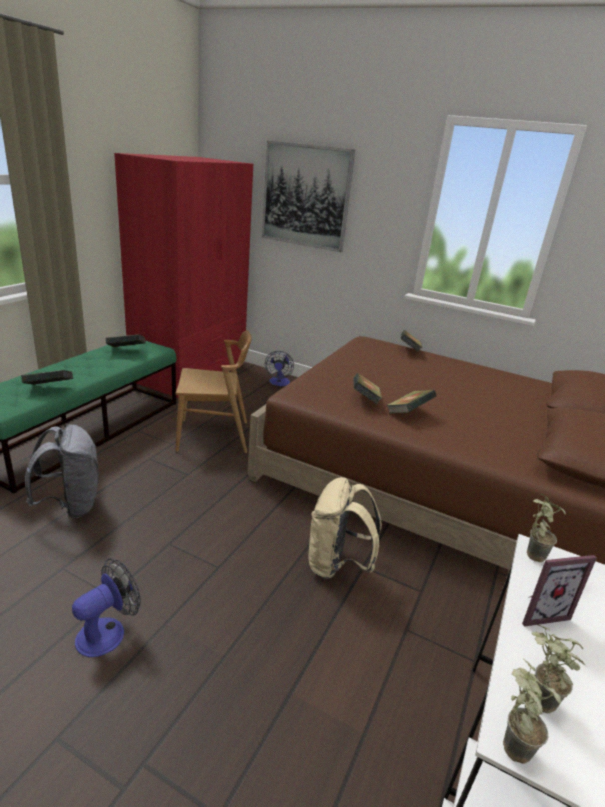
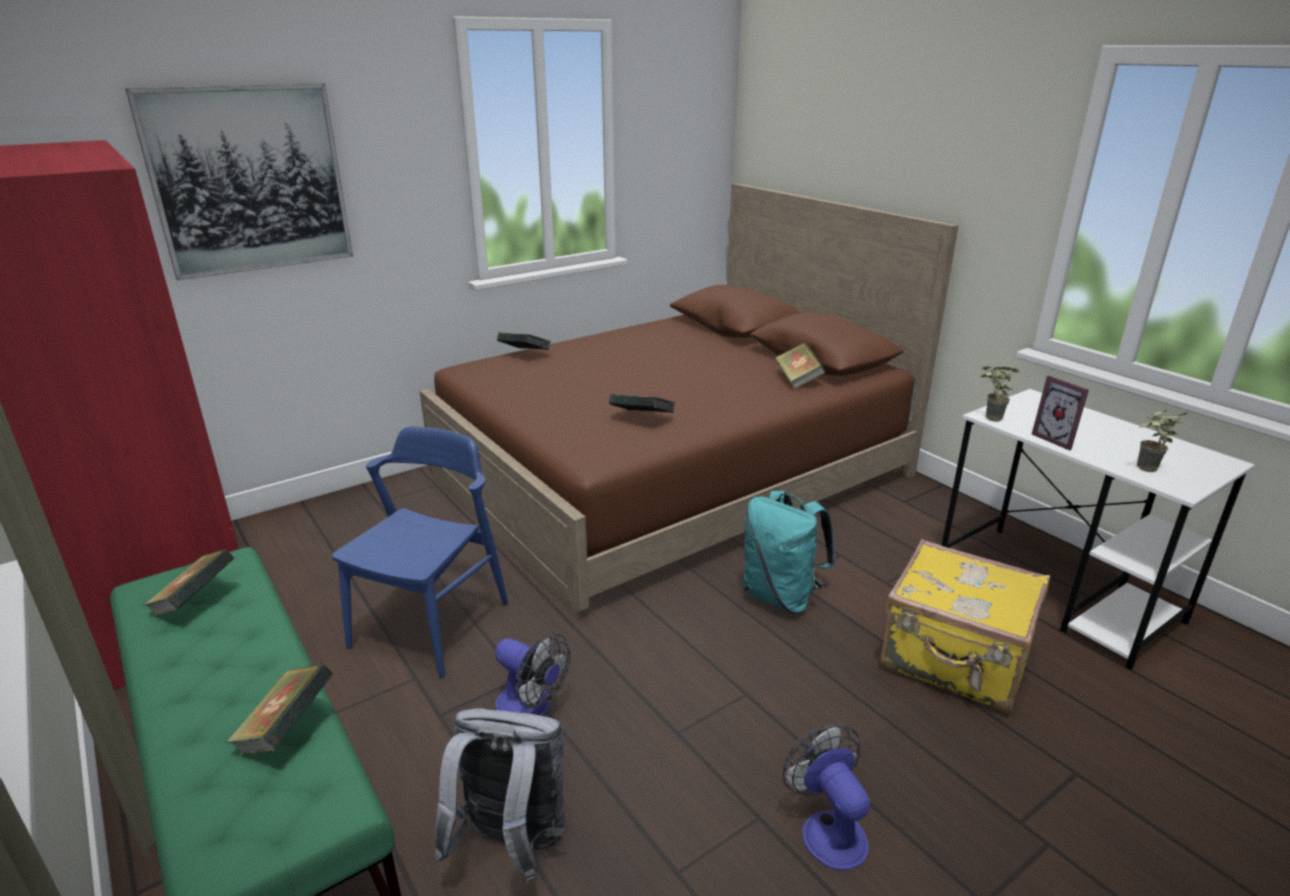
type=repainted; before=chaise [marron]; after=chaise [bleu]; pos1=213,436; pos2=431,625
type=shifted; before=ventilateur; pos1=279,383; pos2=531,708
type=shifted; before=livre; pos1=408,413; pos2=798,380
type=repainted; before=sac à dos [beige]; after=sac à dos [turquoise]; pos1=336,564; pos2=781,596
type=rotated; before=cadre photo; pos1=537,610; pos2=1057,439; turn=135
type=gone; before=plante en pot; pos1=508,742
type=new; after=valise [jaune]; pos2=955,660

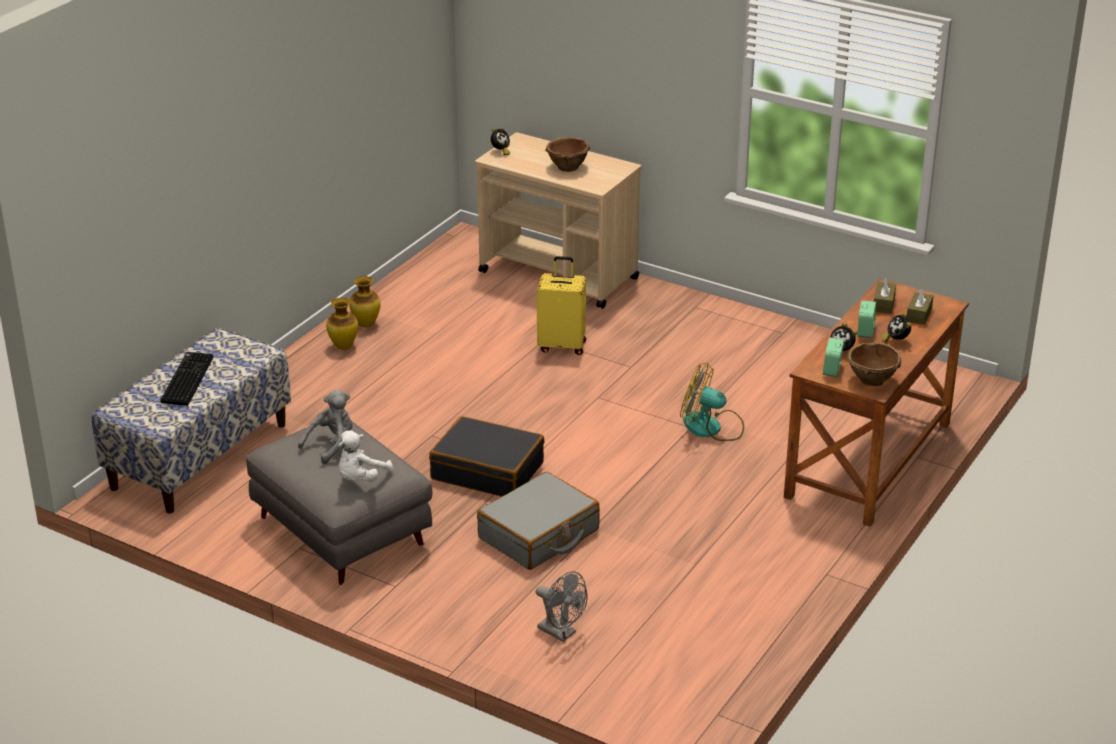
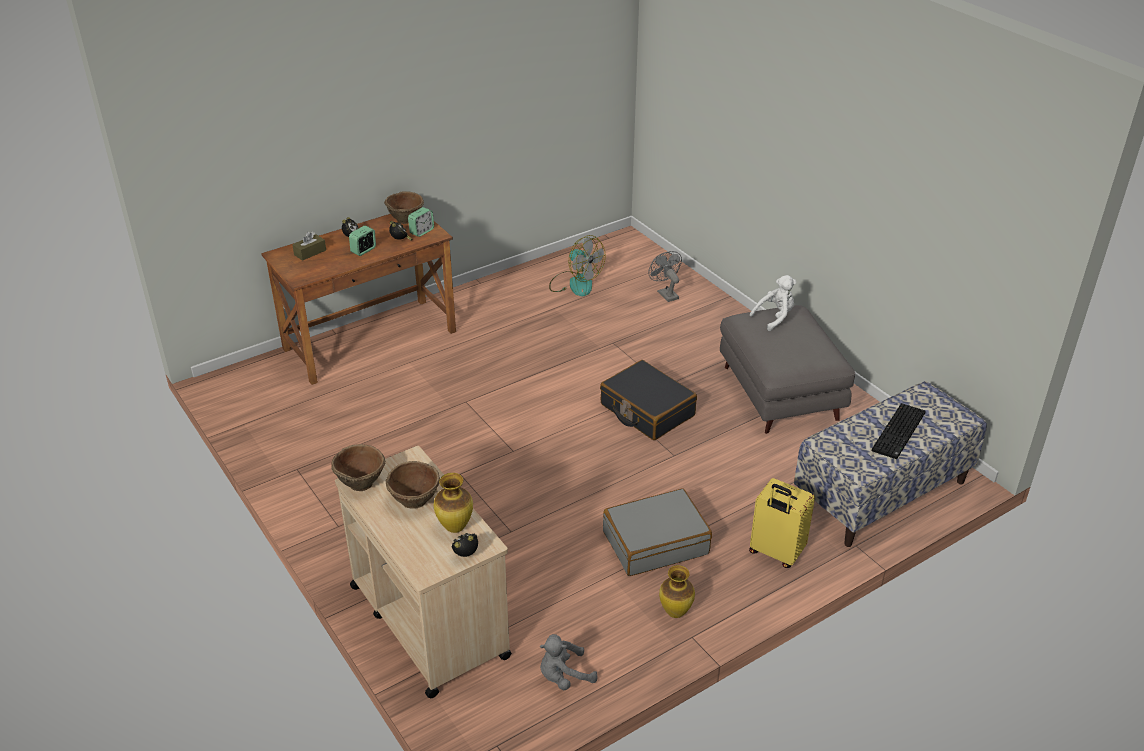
type=shifted; before=valise [jaune]; pos1=562,345; pos2=775,553
type=gone; before=boîte à mouchoirs [marron]; pos1=883,304
type=shifted; before=vase; pos1=343,347; pos2=455,528
type=shifted; before=ventilateur; pos1=711,427; pos2=575,283
type=shifted; before=peluche [gris]; pos1=331,445; pos2=564,676
type=shifted; before=valise [gris]; pos1=539,535; pos2=655,542
type=new; after=bol [marron]; pos2=361,482

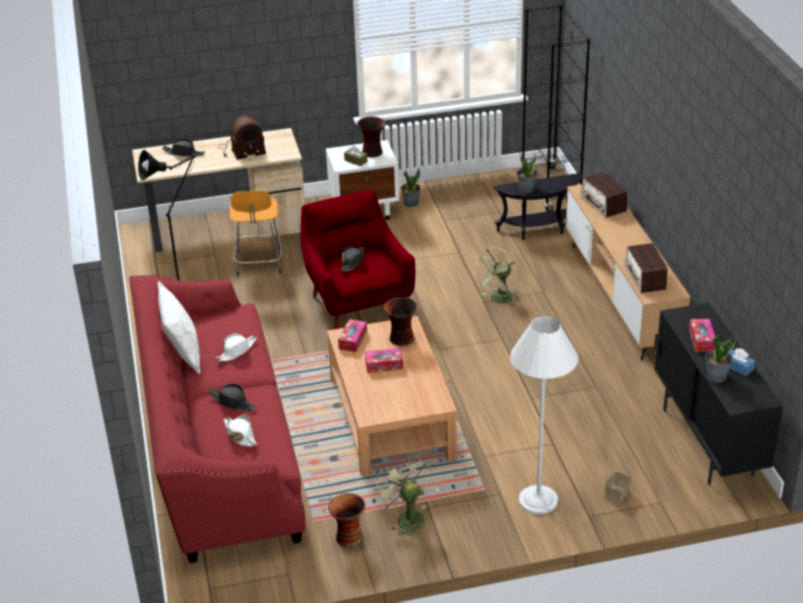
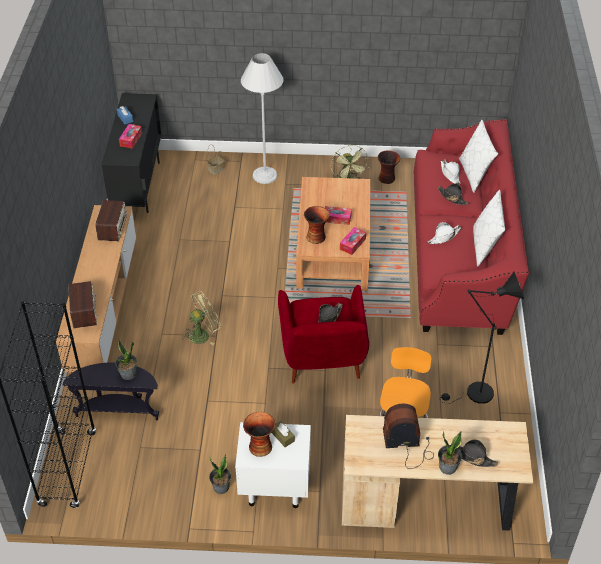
type=shifted; before=plante en pot; pos1=716,376; pos2=448,467
type=new; after=coussin [blanc]; pos2=474,174

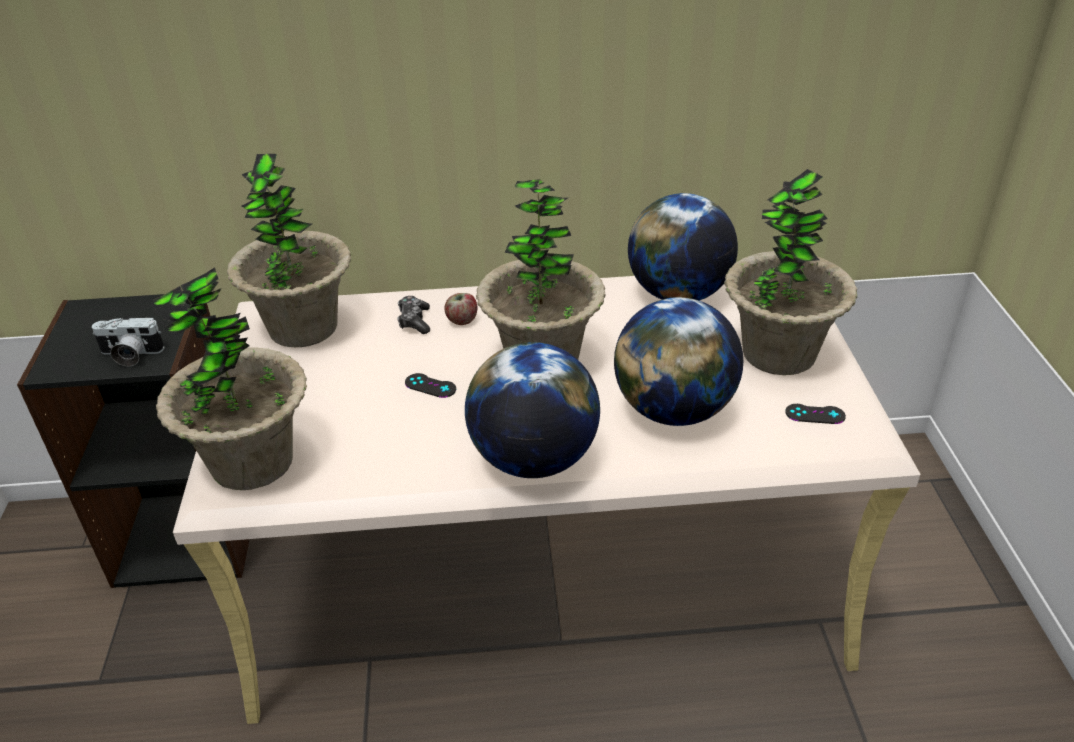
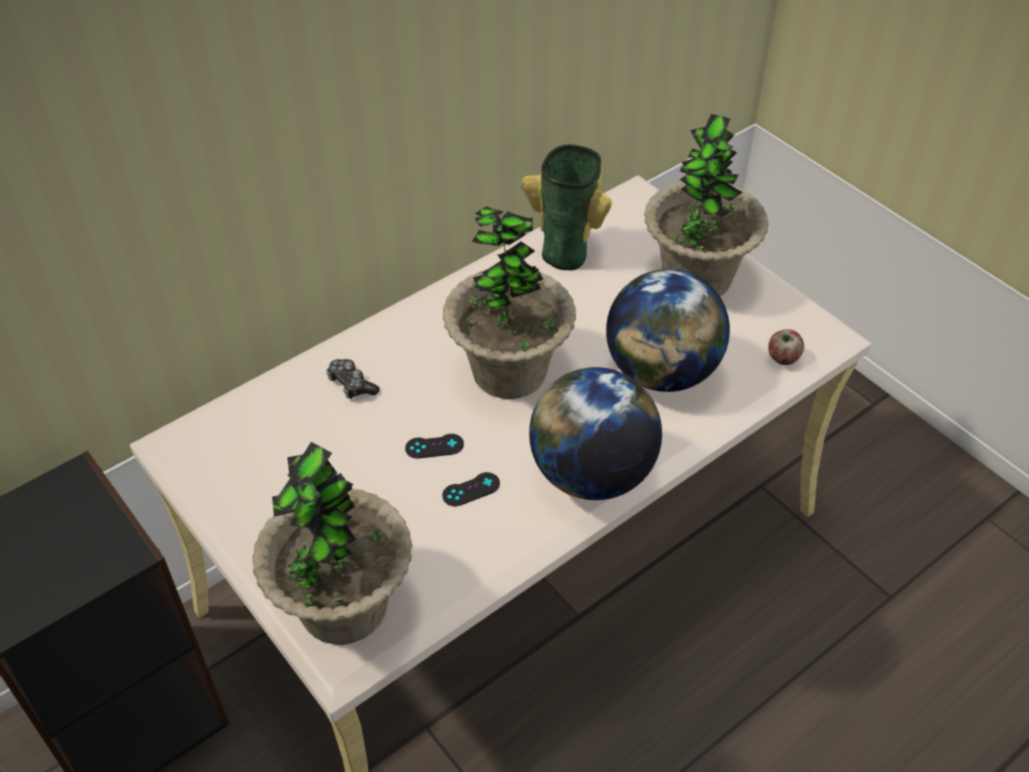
type=gone; before=plante en pot; pos1=303,327
type=swapped; before=globe; after=vase; pos1=678,294; pos2=567,251
type=shifted; before=pomme; pos1=462,320; pos2=782,358
type=gone; before=appareil photo; pos1=130,355
type=shifted; before=manette [noir]; pos1=815,414; pos2=471,489

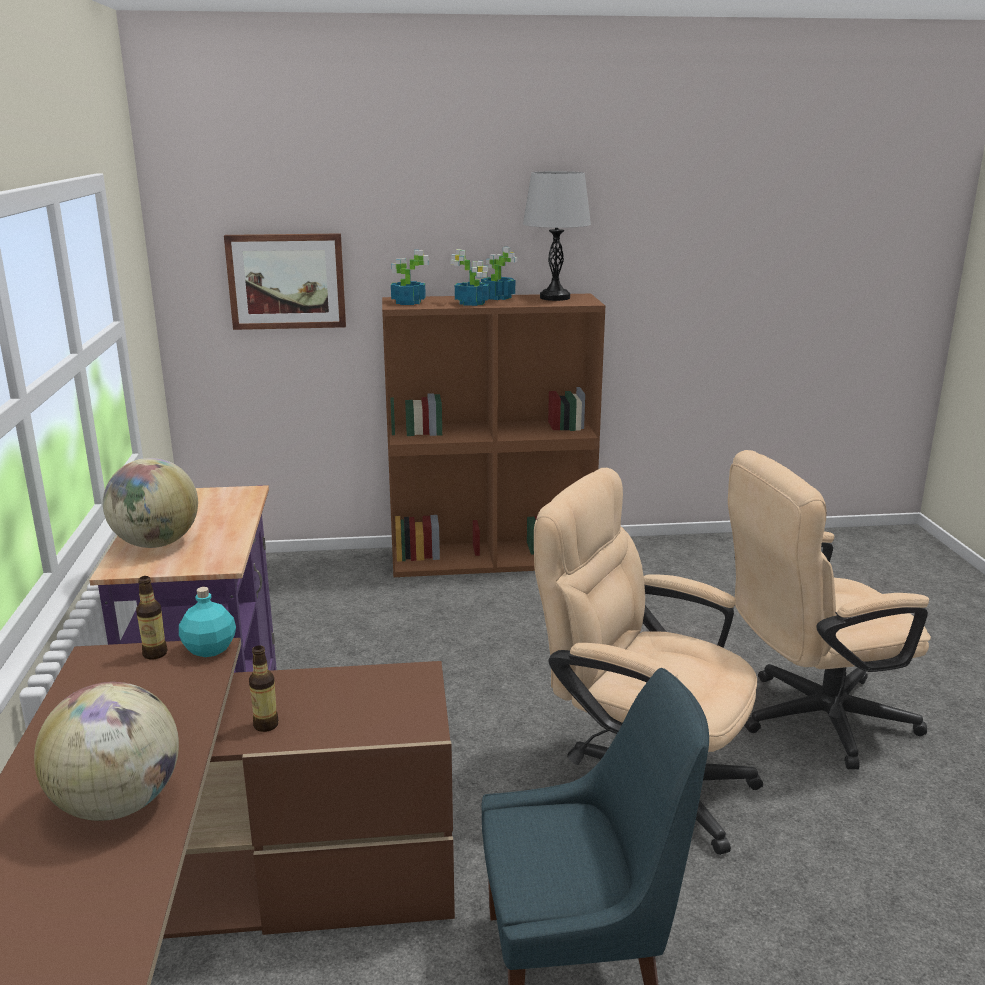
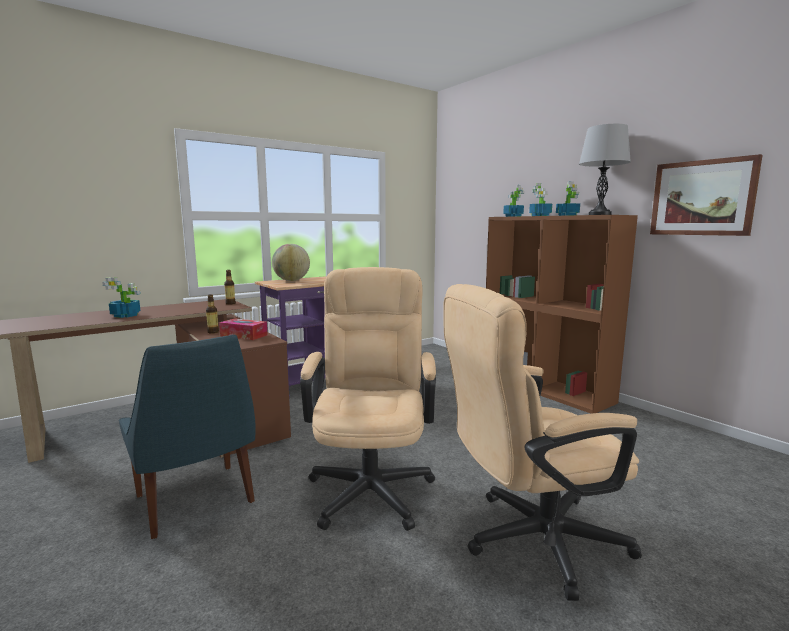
type=shifted; before=tableau; pos1=286,281; pos2=702,198
type=rotated; before=chaise de bureau [beige]; pos1=810,719; pos2=530,540; turn=-60
type=gone; before=bouteille [turquoise]; pos1=210,649
type=swapped; before=globe; after=plante en pot; pos1=118,804; pos2=126,315
type=new; after=boîte à mouchoirs; pos2=244,335

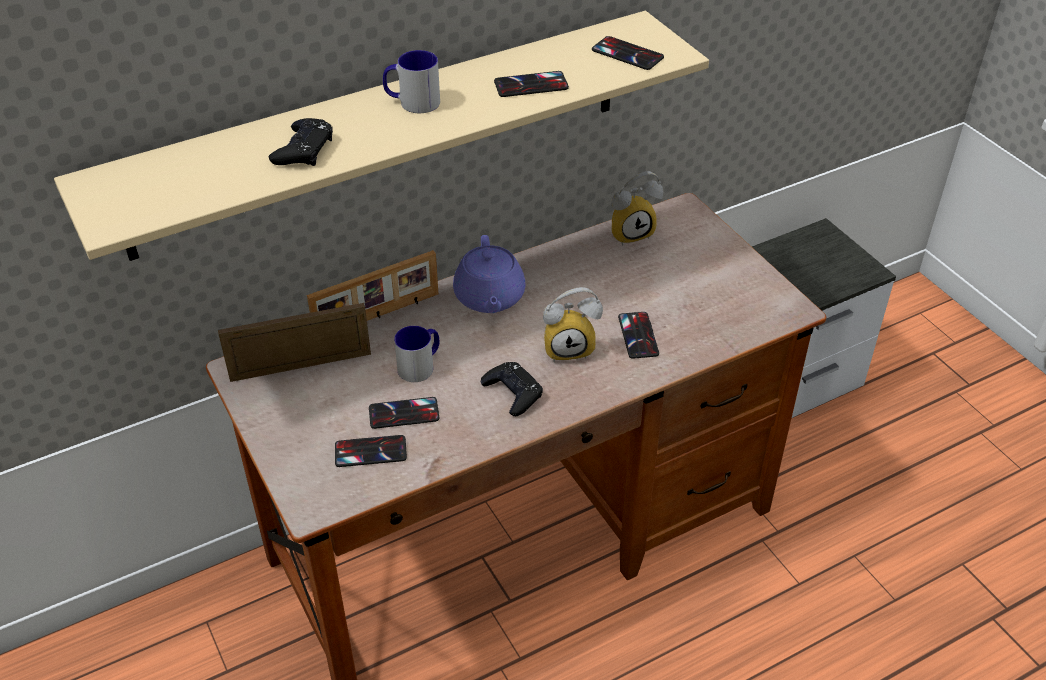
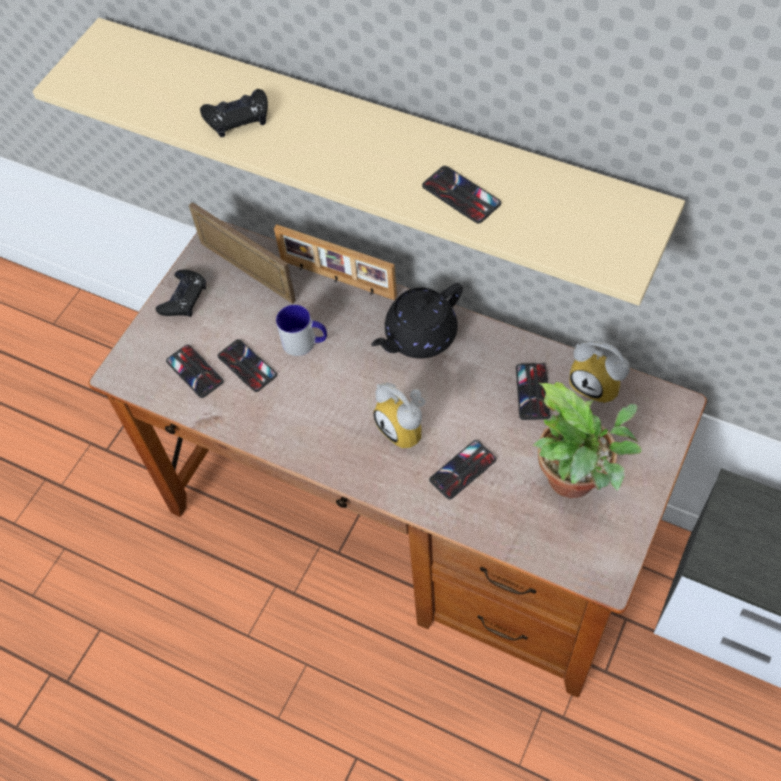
type=shifted; before=téléphone; pos1=627,54; pos2=532,392
type=gone; before=mug; pos1=412,102
type=repainted; before=théière [violet]; after=théière [noir]; pos1=489,298; pos2=419,336
type=shifted; before=manette [noir]; pos1=512,393; pos2=183,298
type=new; after=plante en pot; pos2=577,481

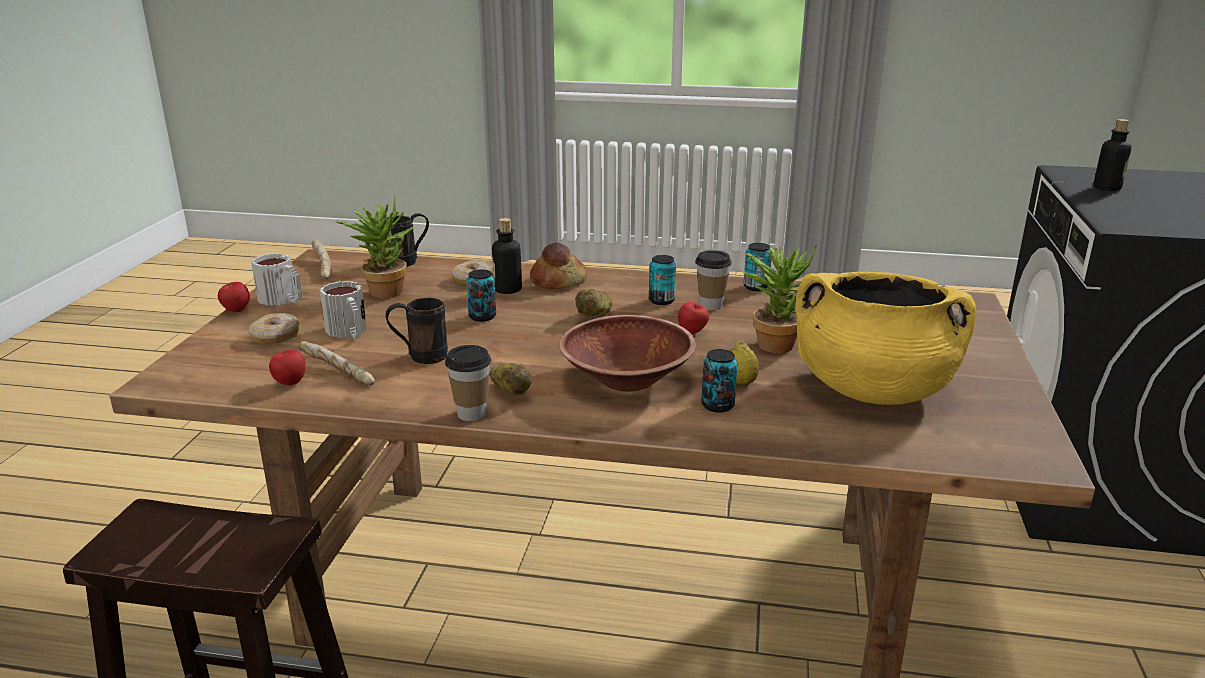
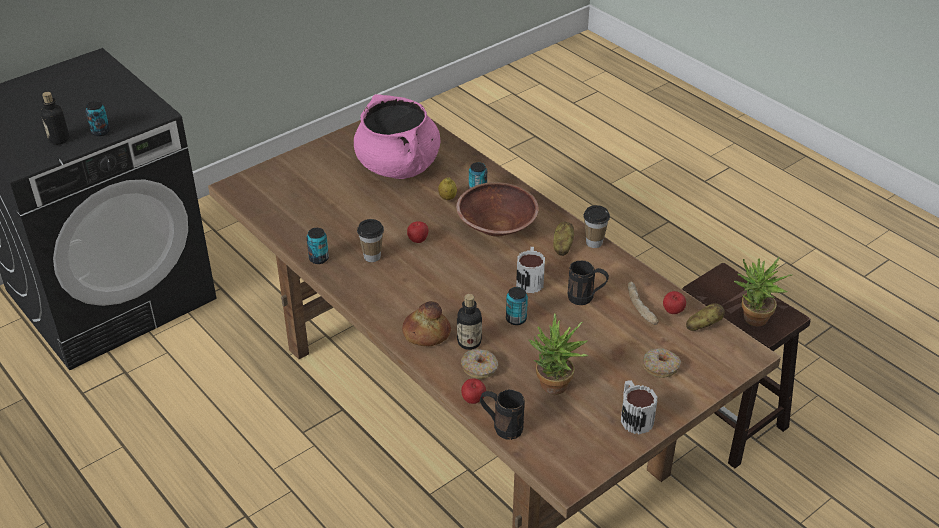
type=gone; before=pain; pos1=321,267
type=shifted; before=plante en pot; pos1=775,342; pos2=752,321
type=shifted; before=boîte métallique; pos1=661,300; pos2=100,132
type=repainted; before=marmite [jaune]; after=marmite [rose]; pos1=872,390; pos2=398,166
type=shifted; before=mug; pos1=349,333; pos2=530,279
type=shifted; before=pomme; pos1=236,311; pos2=473,401
type=shifted; before=pomme de terre; pos1=595,315; pos2=703,325

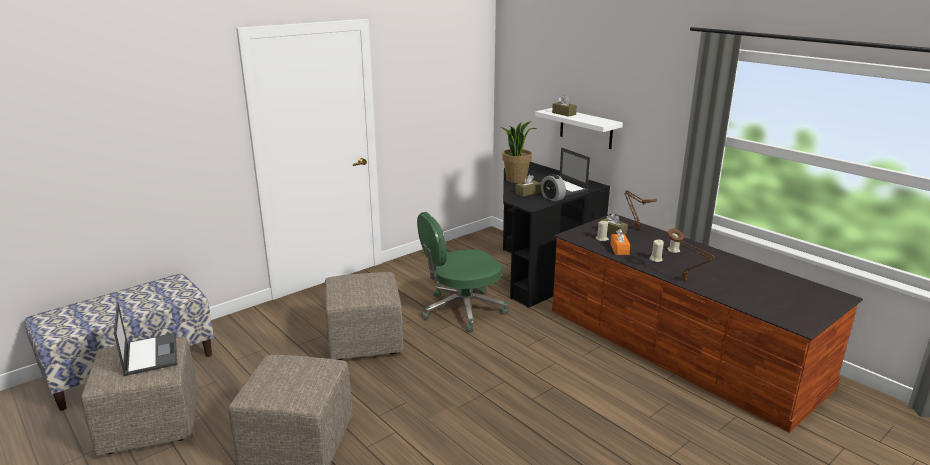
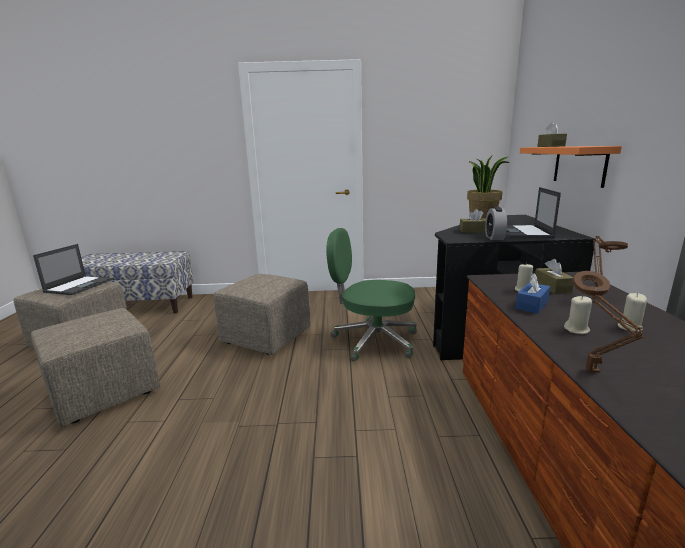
type=repainted; before=étagère [blanc]; after=étagère [orange]; pos1=586,128; pos2=579,165
type=repainted; before=boîte à mouchoirs [orange]; after=boîte à mouchoirs [bleu]; pos1=619,249; pos2=532,305

